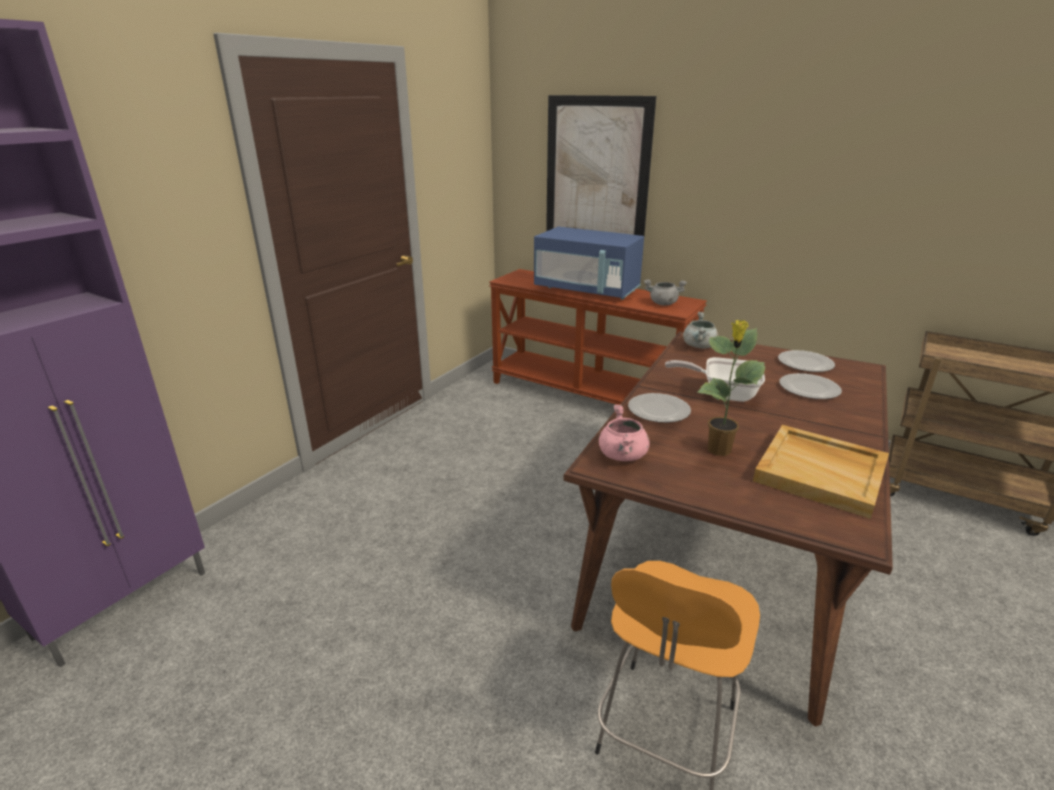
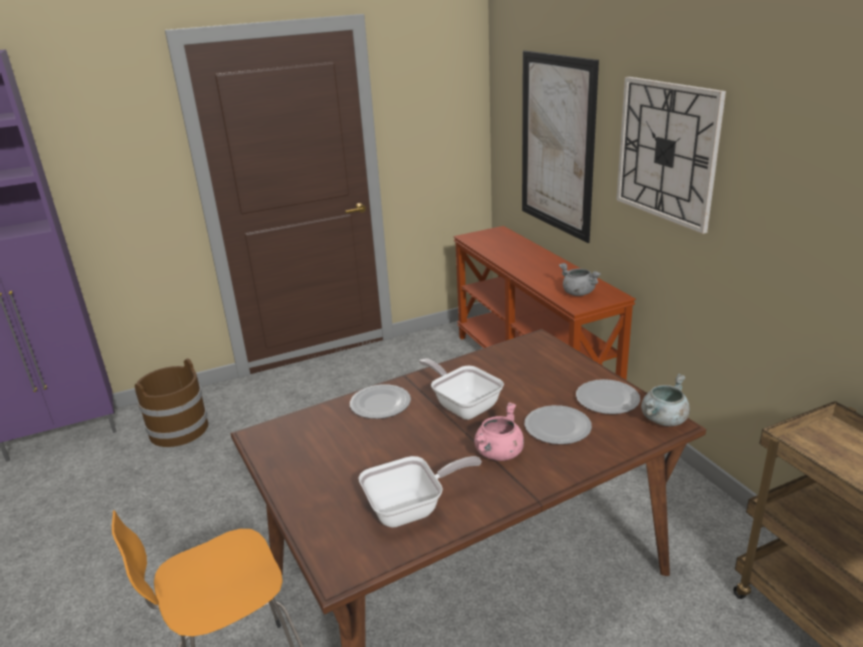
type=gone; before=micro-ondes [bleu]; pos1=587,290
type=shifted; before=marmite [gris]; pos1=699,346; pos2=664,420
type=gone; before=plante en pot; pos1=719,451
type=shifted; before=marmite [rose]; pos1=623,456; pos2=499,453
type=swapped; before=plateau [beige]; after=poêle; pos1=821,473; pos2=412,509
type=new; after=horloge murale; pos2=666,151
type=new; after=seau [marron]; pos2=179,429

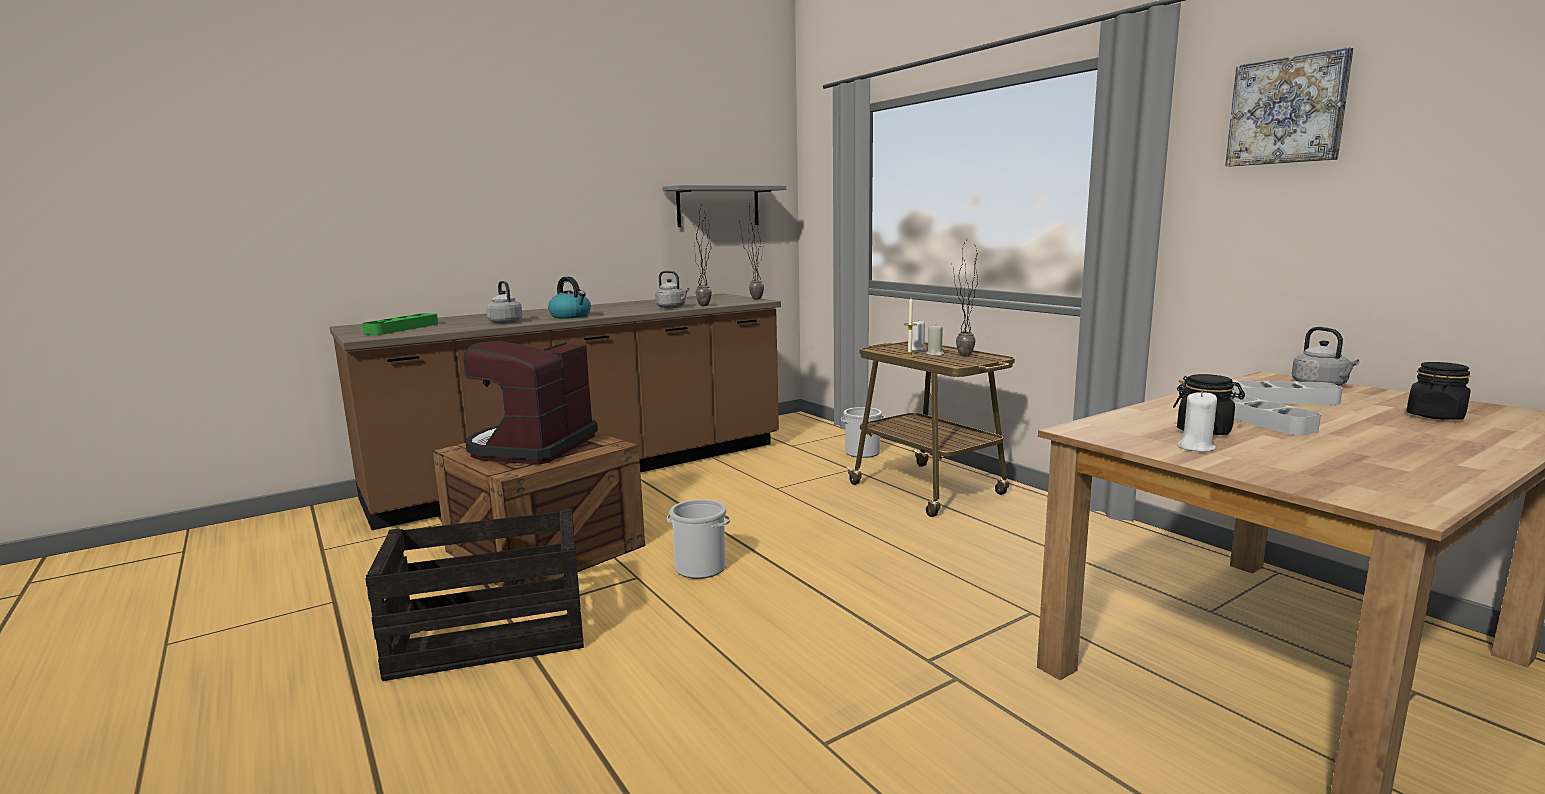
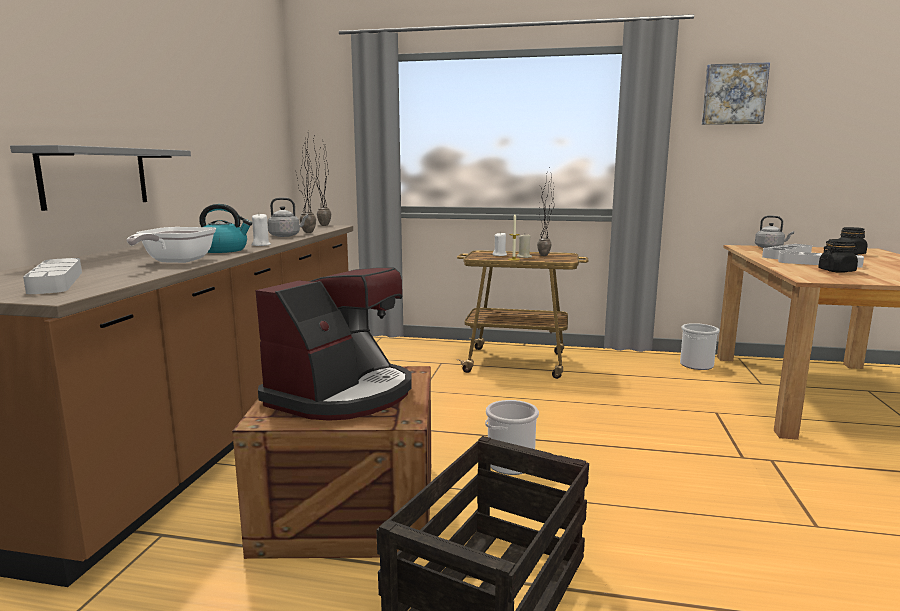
type=shifted; before=étagère [gris]; pos1=718,206; pos2=95,177
type=swapped; before=bouilloire [gris]; after=poêle; pos1=505,322; pos2=175,262
type=repainted; before=plateau [vert]; after=plateau [gris]; pos1=402,329; pos2=56,282
type=rotated; before=machine à café; pos1=531,447; pos2=342,394; turn=-120
type=shifted; before=bougie [blanc]; pos1=1195,447; pos2=261,245
type=shifted; before=seau; pos1=862,453; pos2=696,365

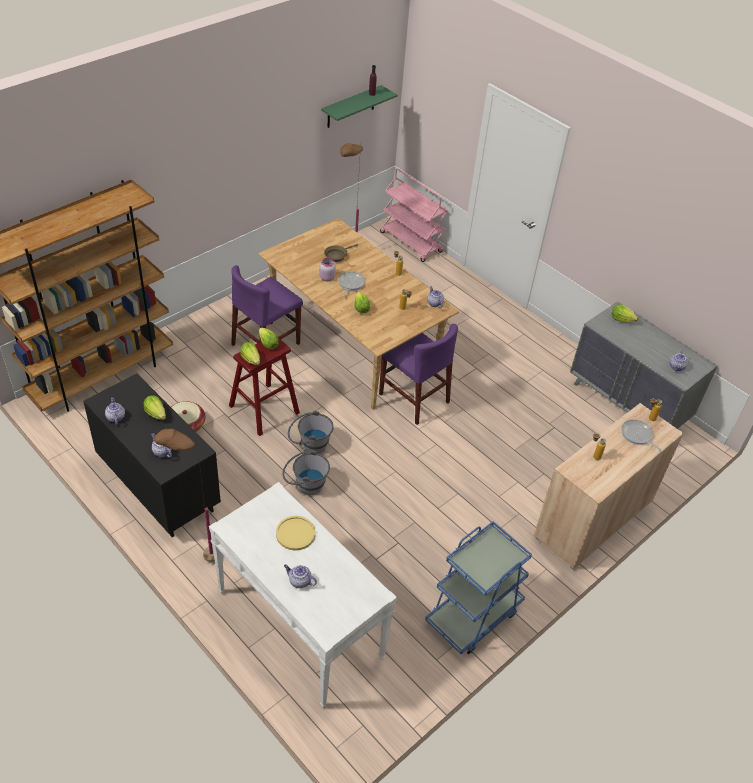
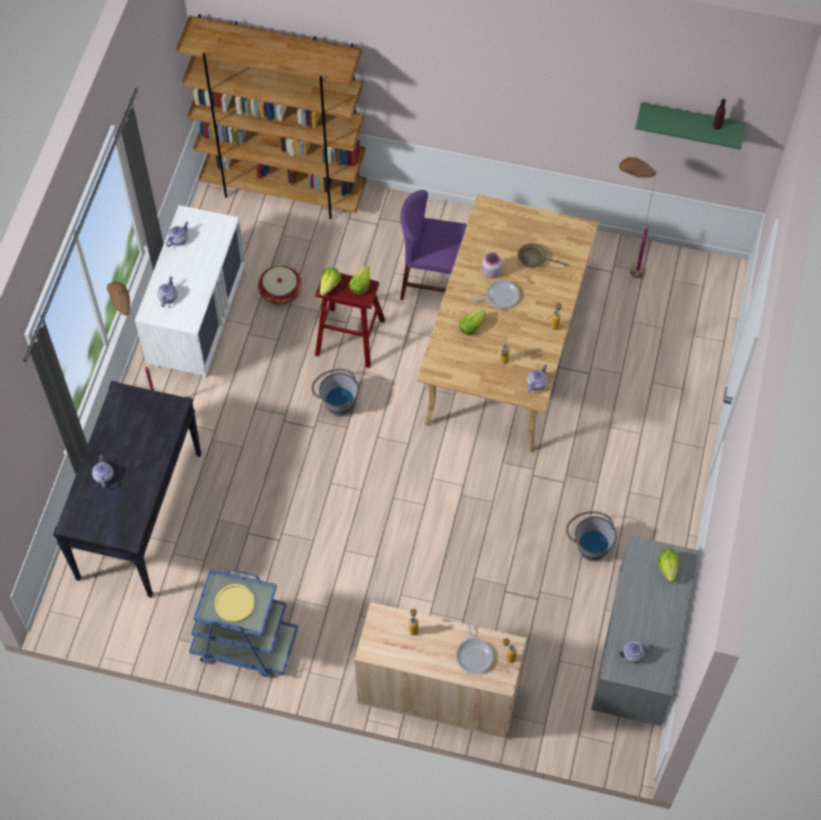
type=gone; before=chariot [rose]; pos1=411,242
type=gone; before=chaise [violet]; pos1=413,398
type=repainted; before=commode [noir]; after=commode [blanc]; pos1=158,486; pos2=198,321
type=gone; before=laitue; pos1=156,413
type=rotated; before=poêle; pos1=637,435; pos2=474,655; turn=150
type=shifted; before=seau [gris]; pos1=305,485; pos2=589,544
type=repainted; before=table console [blanc]; after=table console [noir]; pos1=299,624; pos2=140,515
type=shifted; before=assiette [jaune]; pos1=295,533; pos2=235,603

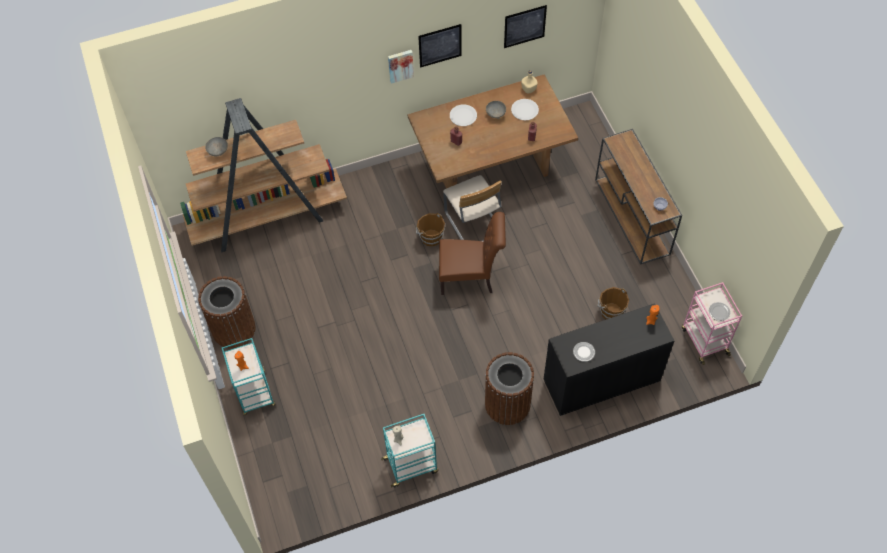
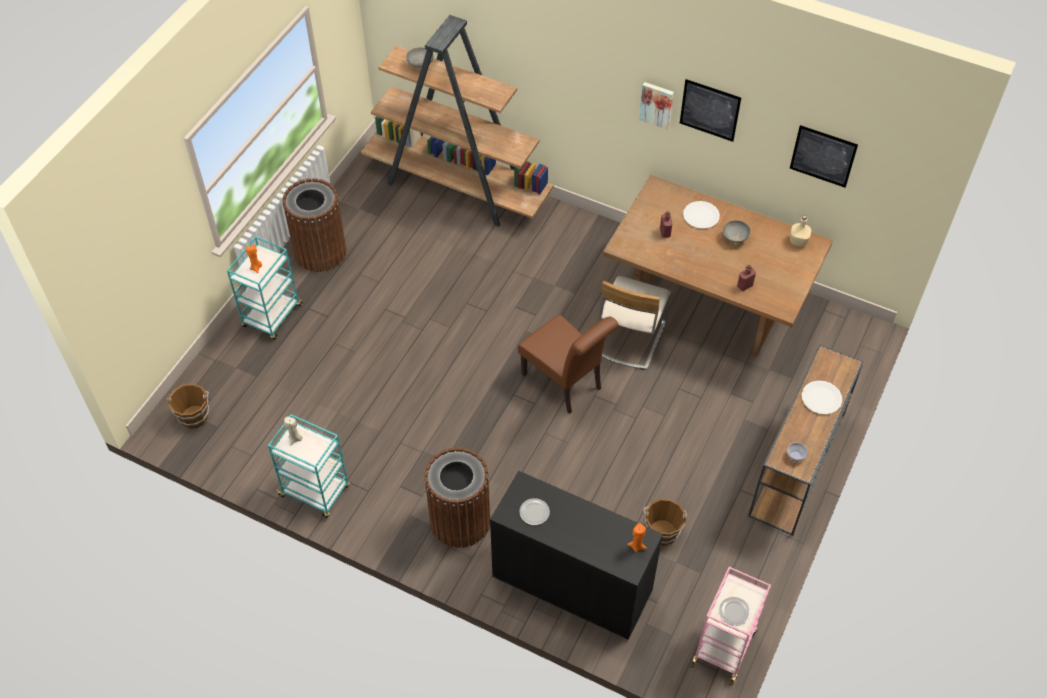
type=shifted; before=assiette [blanc]; pos1=524,110; pos2=821,398
type=shifted; before=seau [marron]; pos1=430,237; pos2=194,416

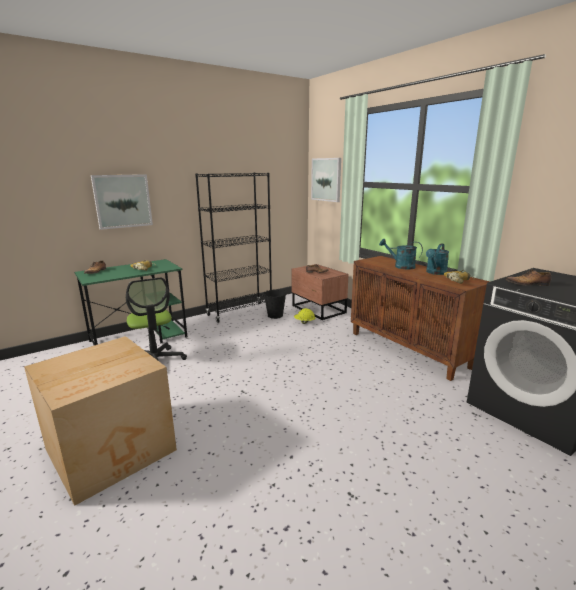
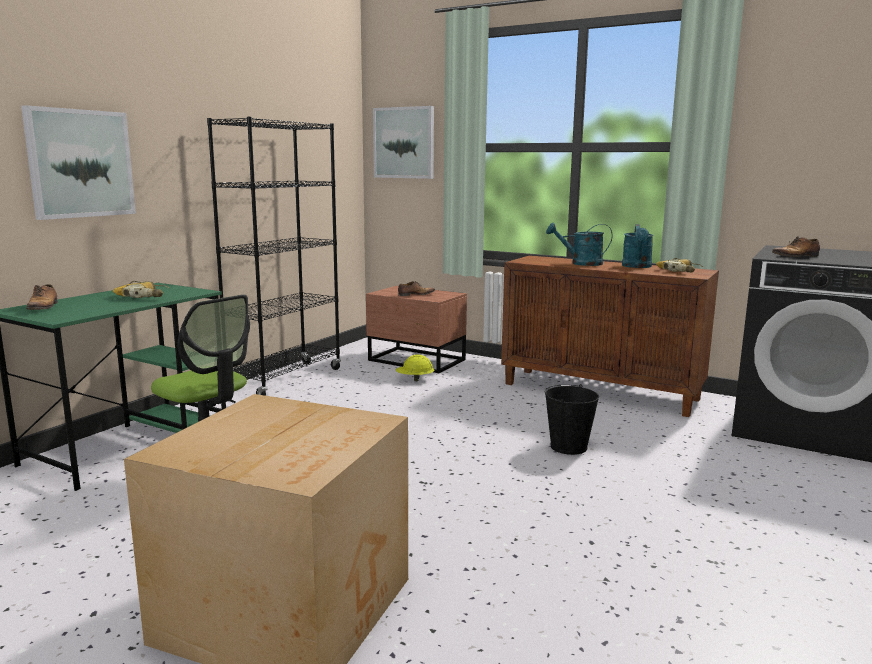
type=shifted; before=seau [noir]; pos1=275,315; pos2=569,447

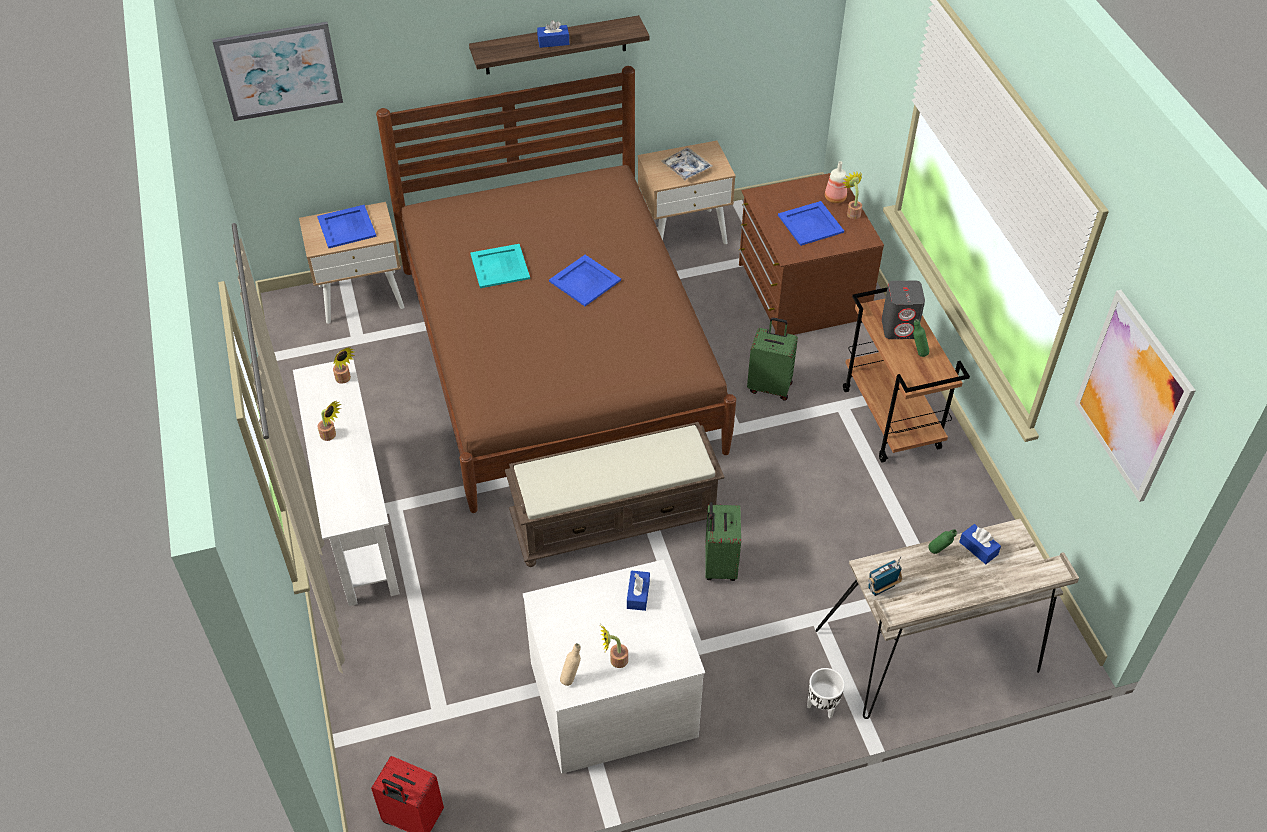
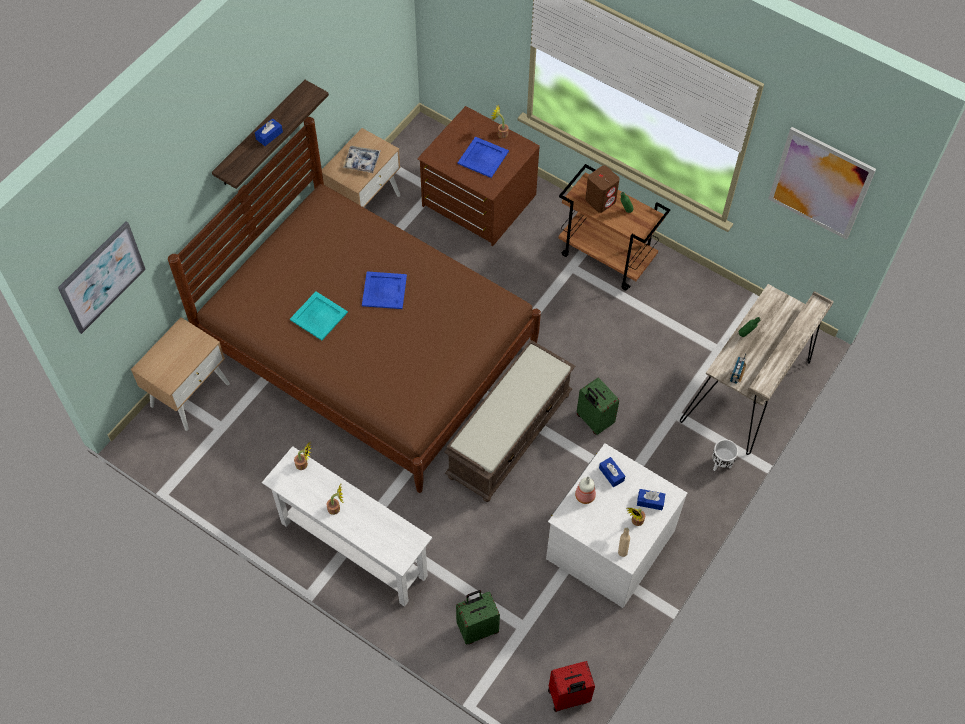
type=shifted; before=bouteille; pos1=835,198; pos2=585,496
type=gone; before=plateau [bleu]; pos1=347,226
type=repainted; before=enceinte [gris]; after=enceinte [marron]; pos1=899,328; pos2=600,200
type=shifted; before=valise [vert]; pos1=770,386; pos2=477,628
type=shifted; before=boîte à mouchoirs [bleu]; pos1=978,548; pos2=650,501

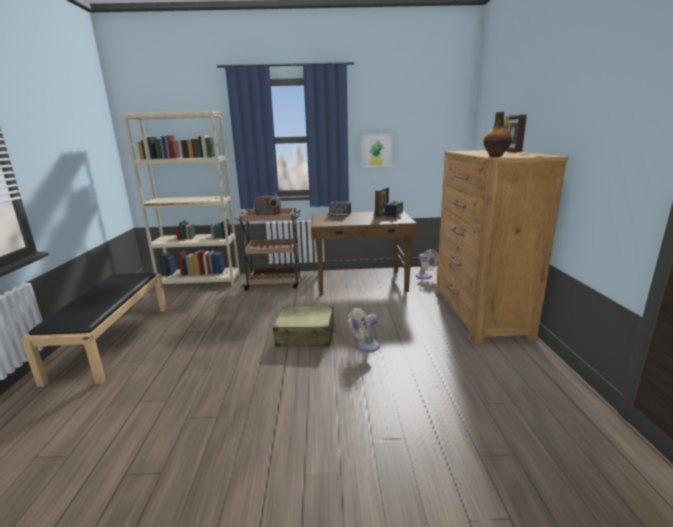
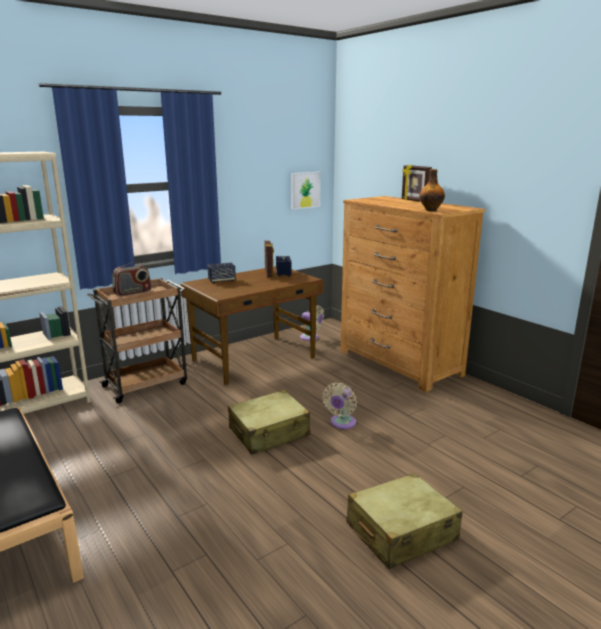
type=shifted; before=tableau; pos1=376,150; pos2=305,190
type=new; after=valise [beige]; pos2=401,532

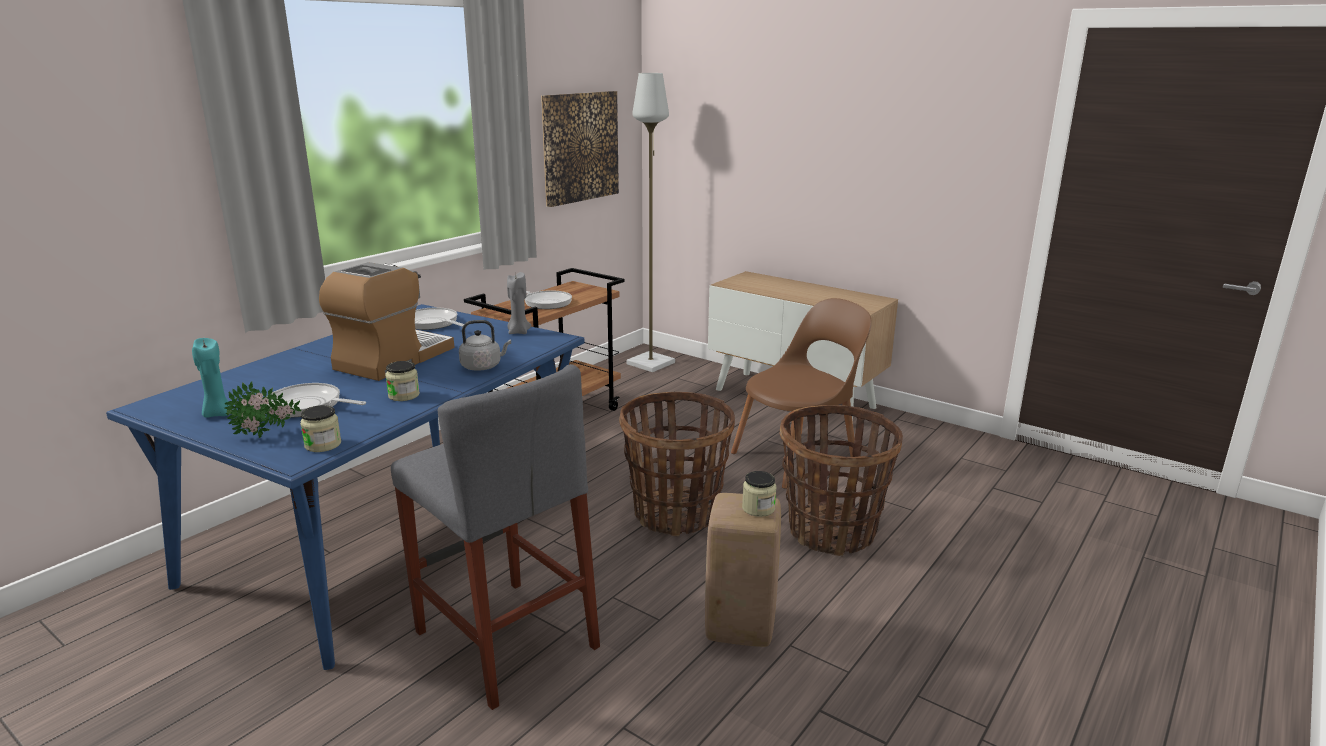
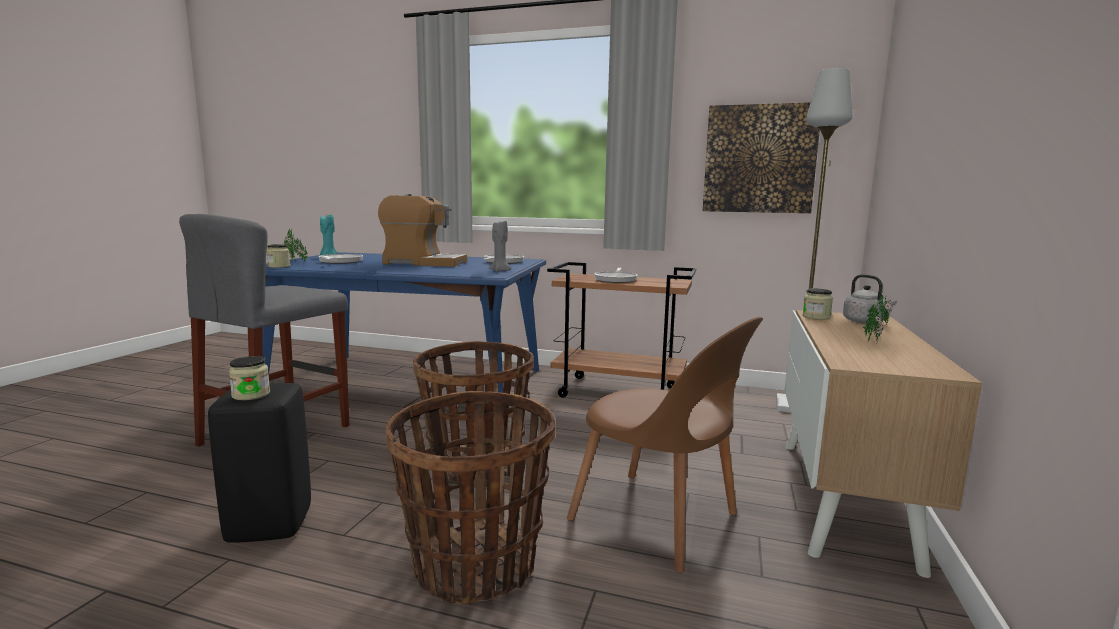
type=shifted; before=bouilloire [gris]; pos1=483,366; pos2=865,322
type=shifted; before=bocal; pos1=404,395; pos2=816,317
type=repainted; before=tabouret [beige]; after=tabouret [noir]; pos1=738,627; pos2=269,524
type=new; after=plante en pot; pos2=872,341

